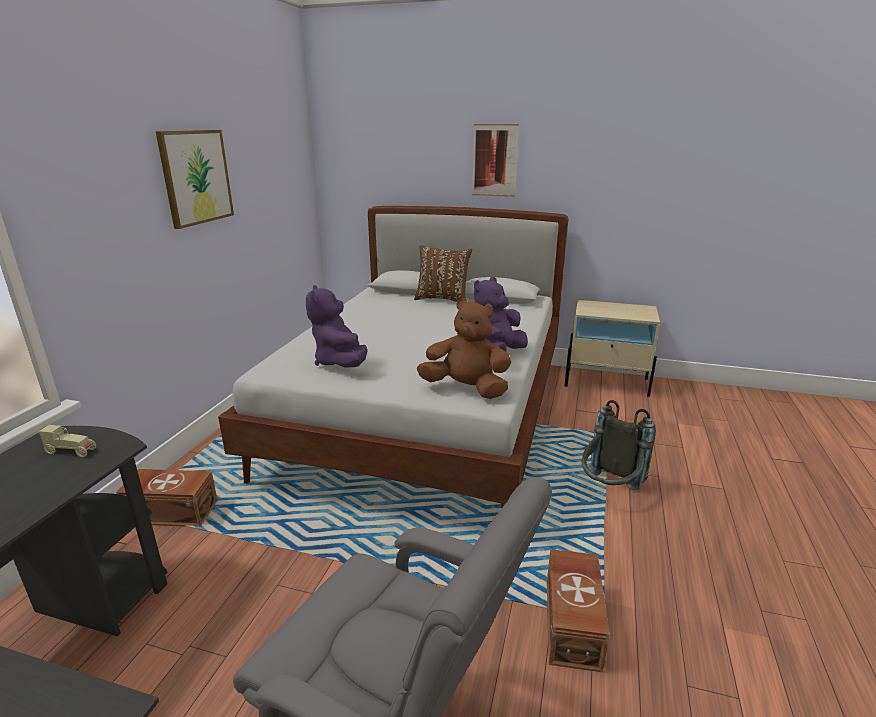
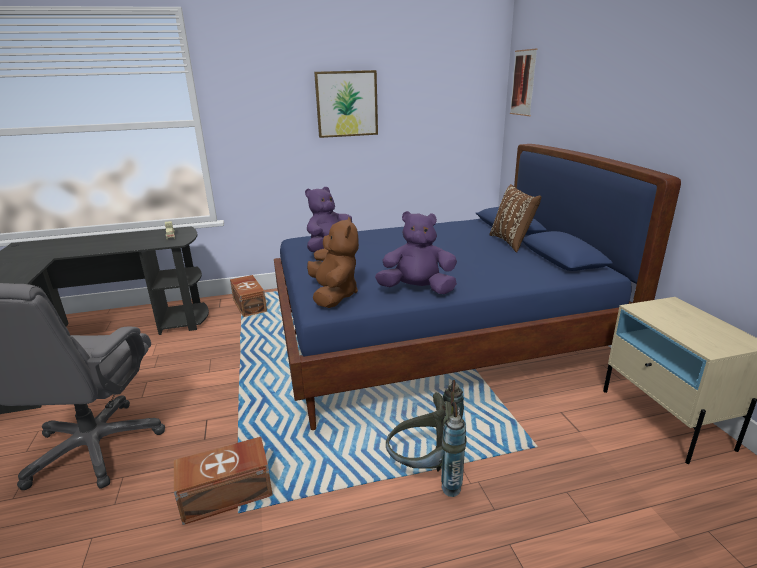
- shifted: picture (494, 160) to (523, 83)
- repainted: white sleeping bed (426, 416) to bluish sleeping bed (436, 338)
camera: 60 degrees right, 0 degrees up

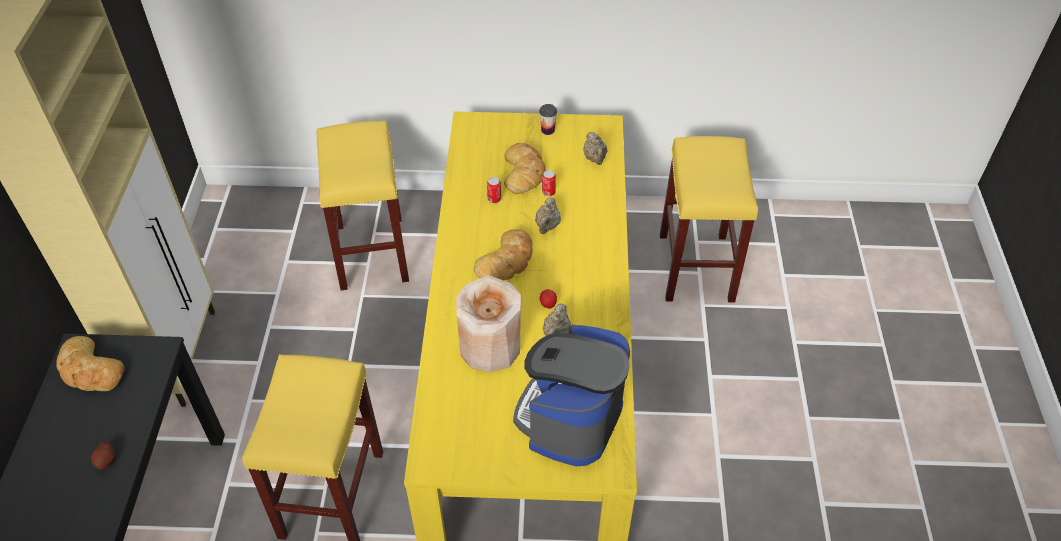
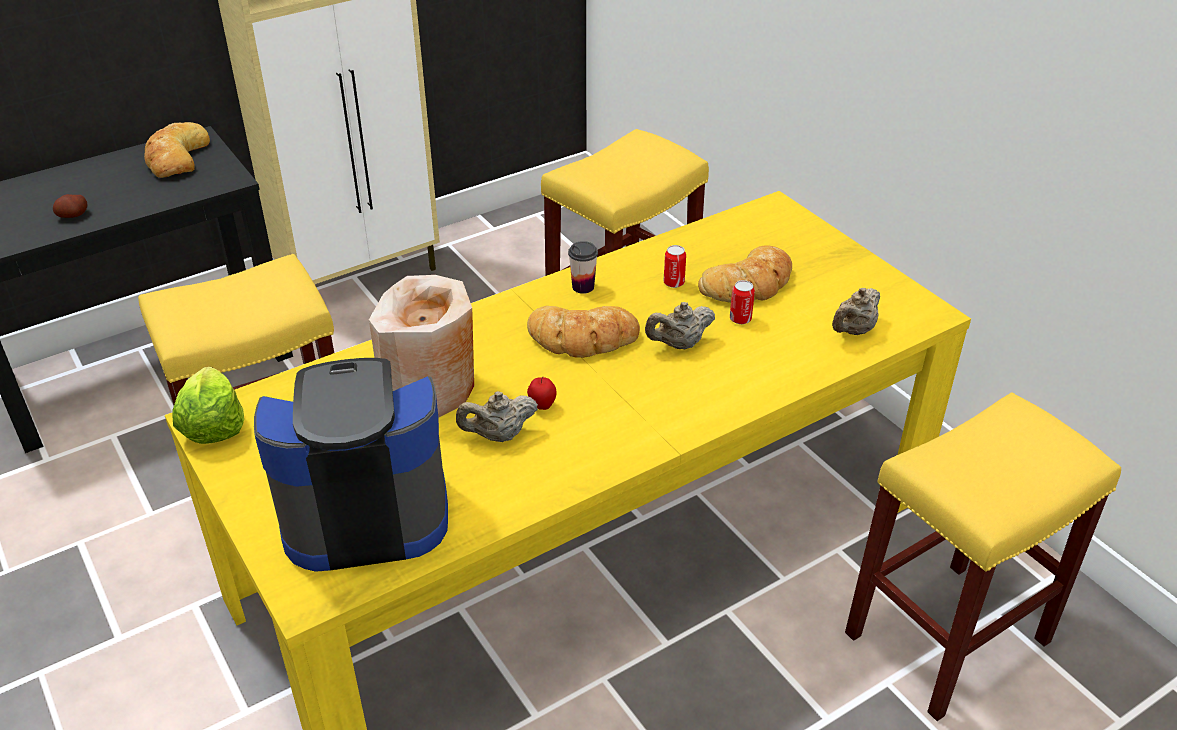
- shifted: small cup (547, 130) to (583, 287)
- new: lettuce (212, 425)
camera: 55 degrees right, 10 degrees down

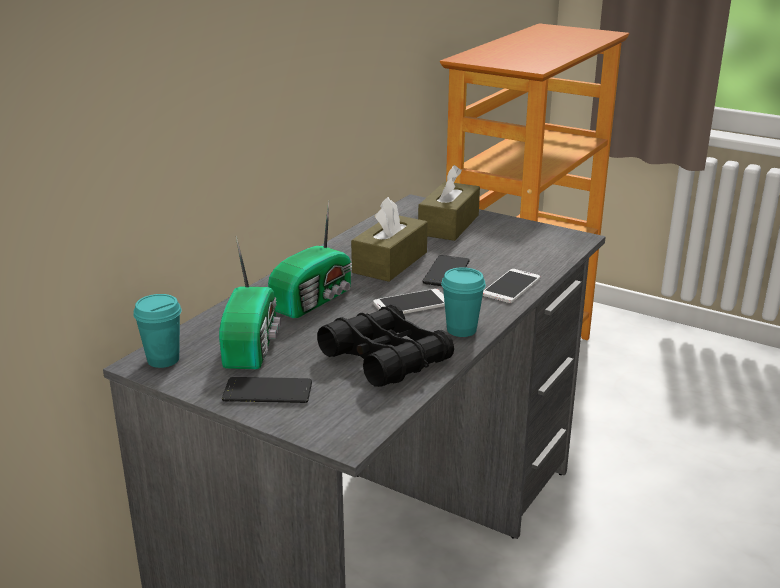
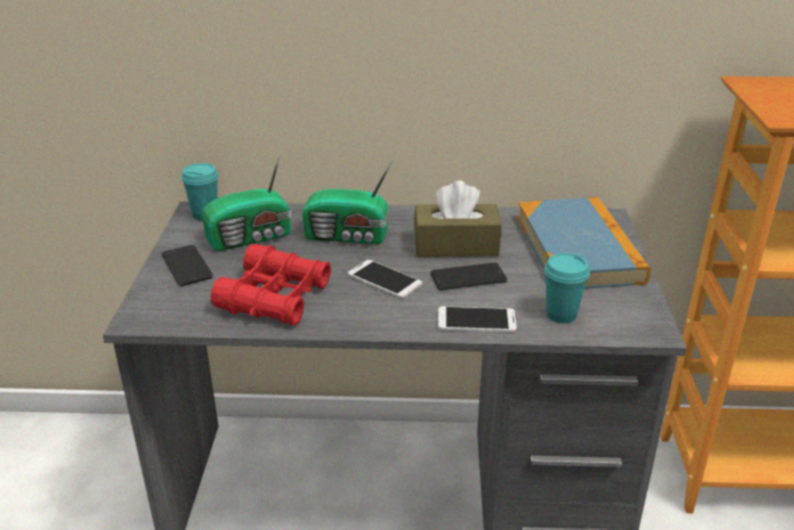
- swapped: brownish box of tissues (449, 225) to book (578, 248)
- shifted: blue-green small cup (461, 330) to (561, 315)
- repainted: blackish pair of binoculars (386, 358) to red-coloured pair of binoculars (275, 297)
camera: 60 degrees right, 5 degrees up

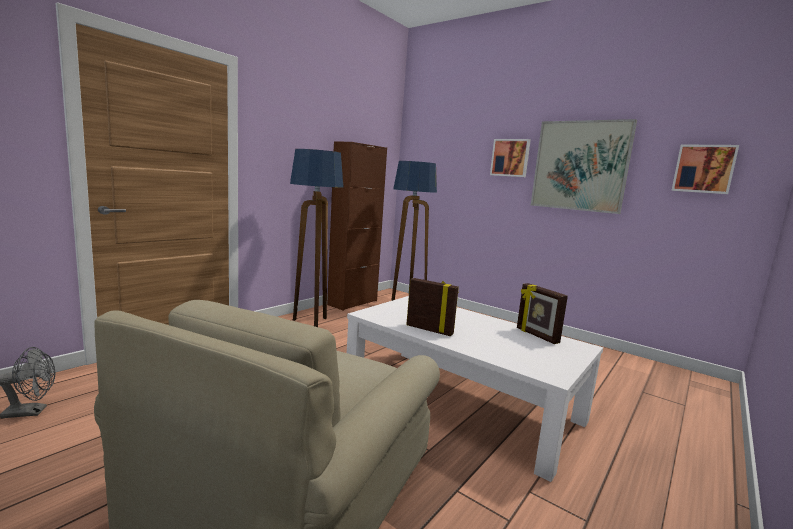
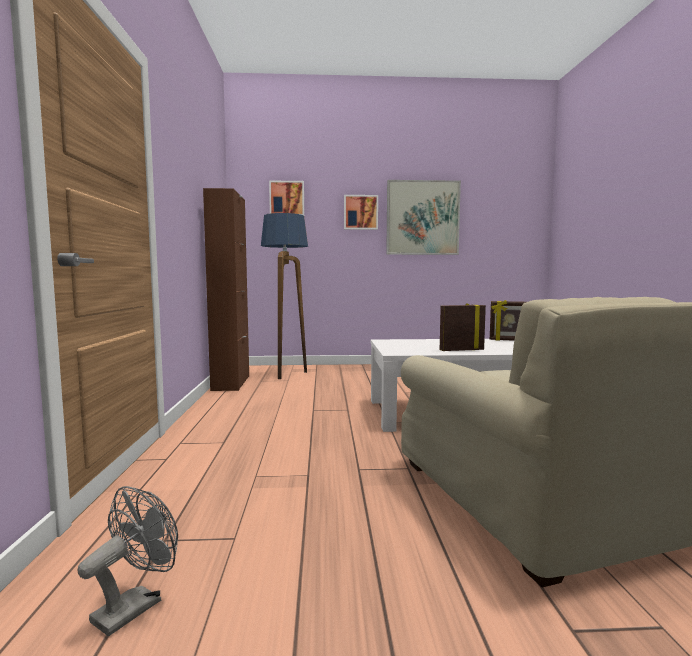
- shifted: picture (704, 169) to (287, 198)
- gone: floor lamp (312, 325)
camera: 40 degrees left, 5 degrees down

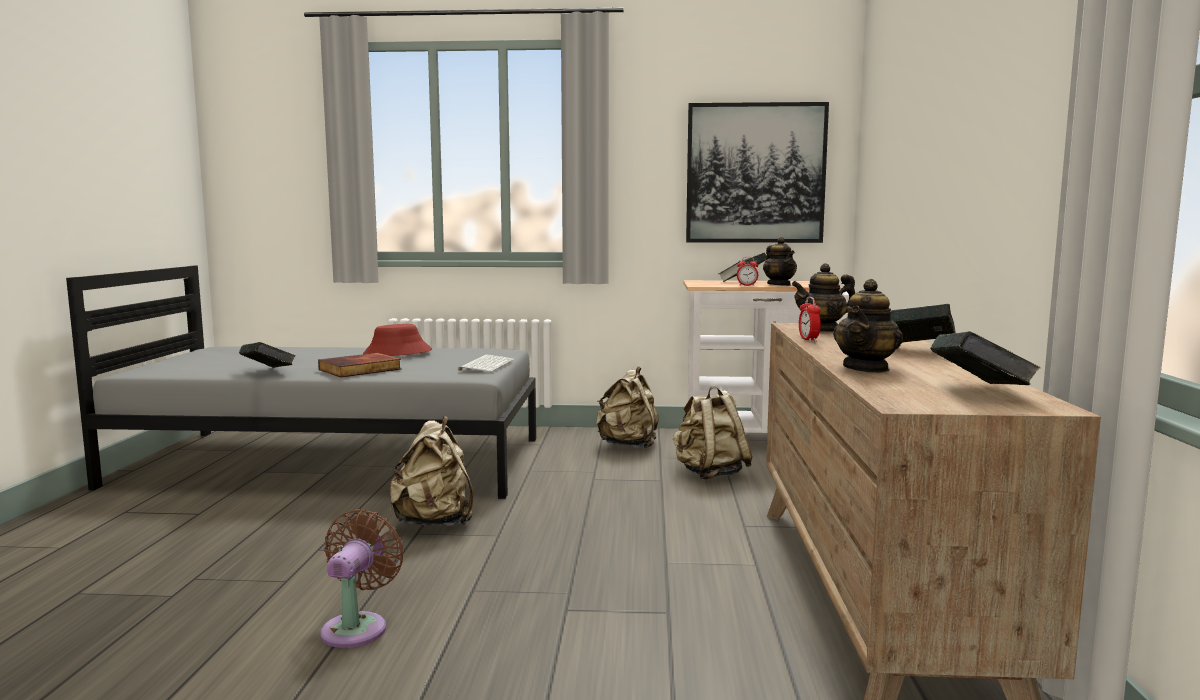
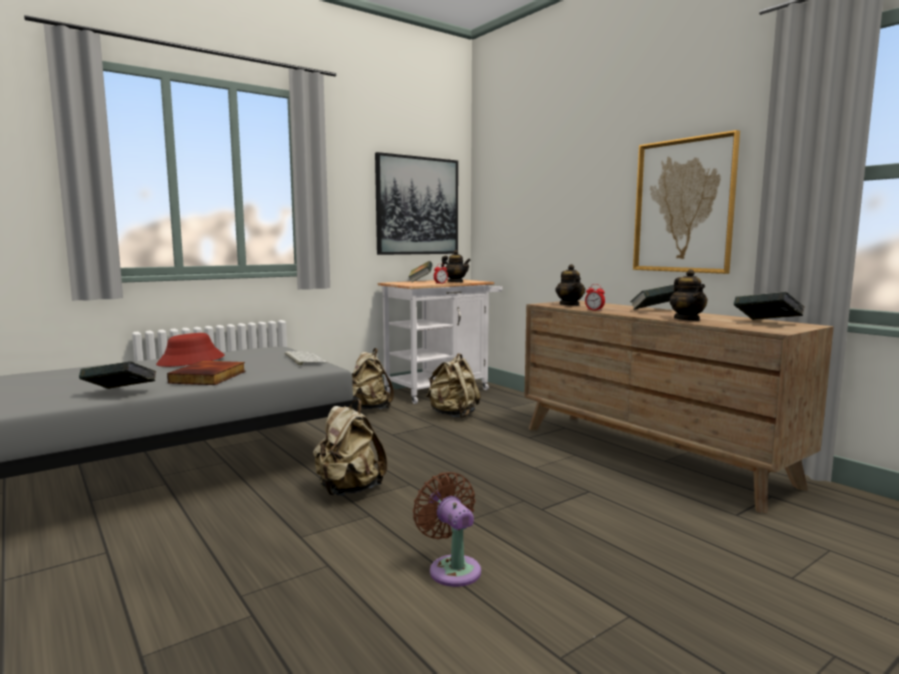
- rotated: teapot (823, 329) = (570, 305) 45 degrees counterclockwise
- new: picture (683, 206)
camera: 40 degrees left, 0 degrees up

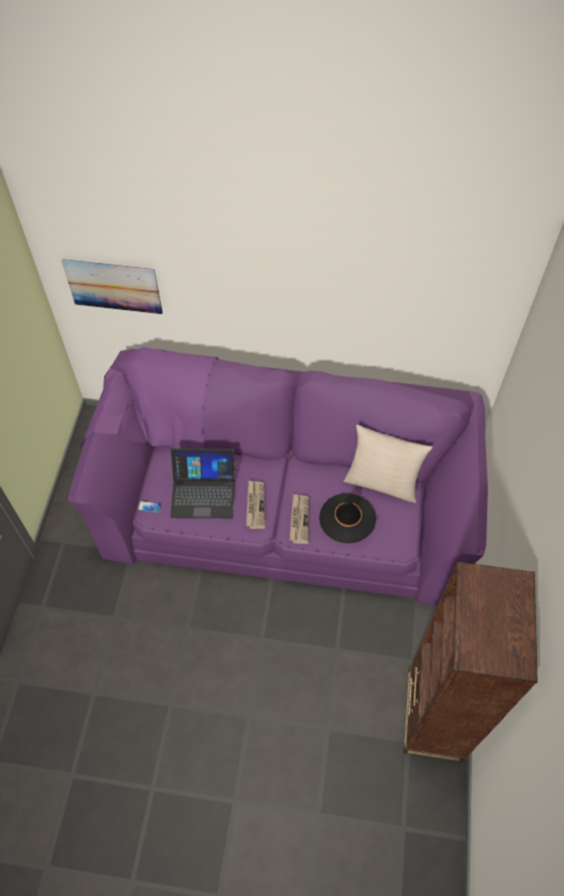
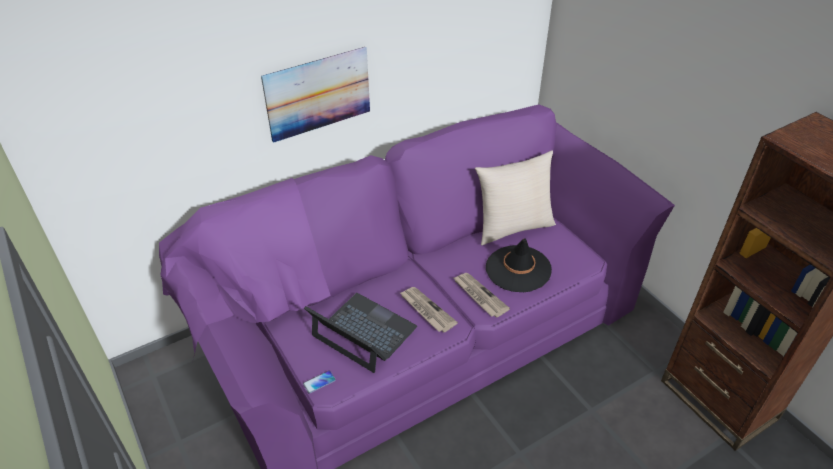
- shifted: picture (113, 286) to (318, 94)
- rotated: notebook computer (203, 492) = (363, 332) 105 degrees counterclockwise
camera: 40 degrees left, 15 degrees down

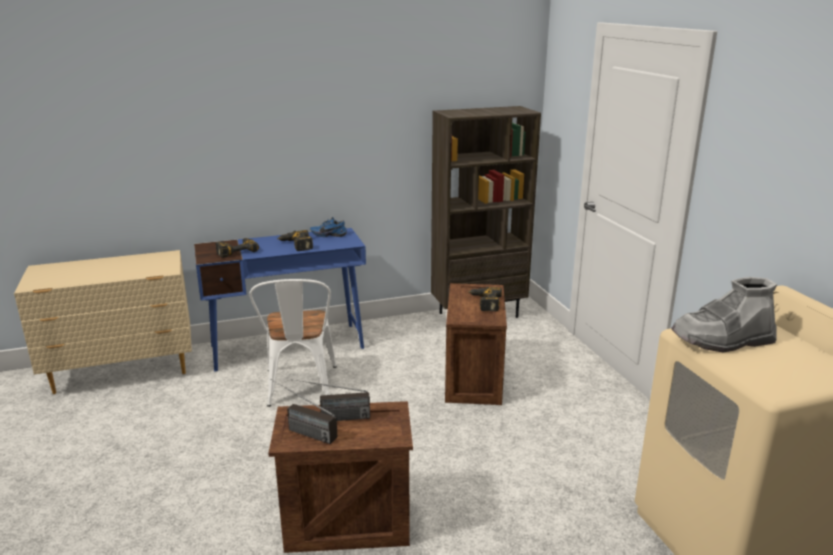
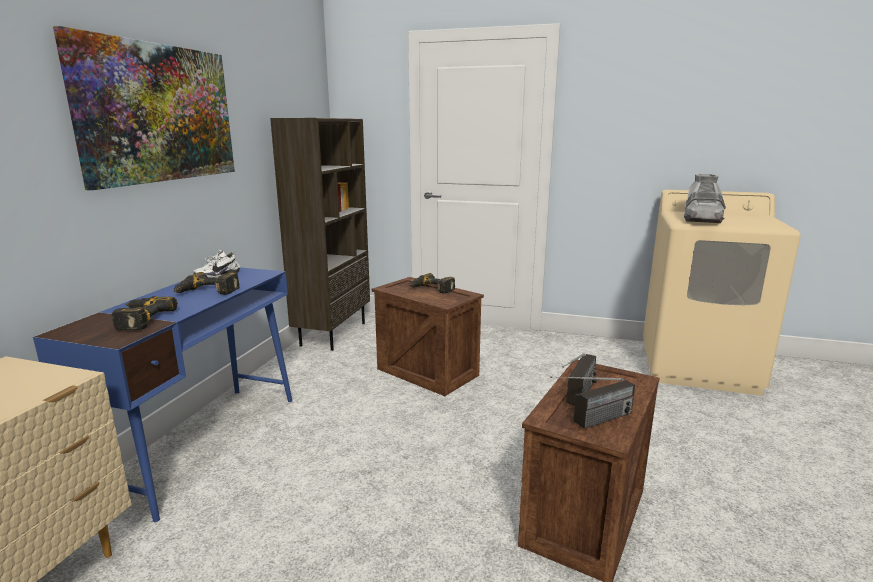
- repainted: bluish shoe (329, 235) to white shoe (217, 275)
- gone: white plain chair (300, 389)
- new: picture (159, 113)
camera: 55 degrees left, 5 degrees down

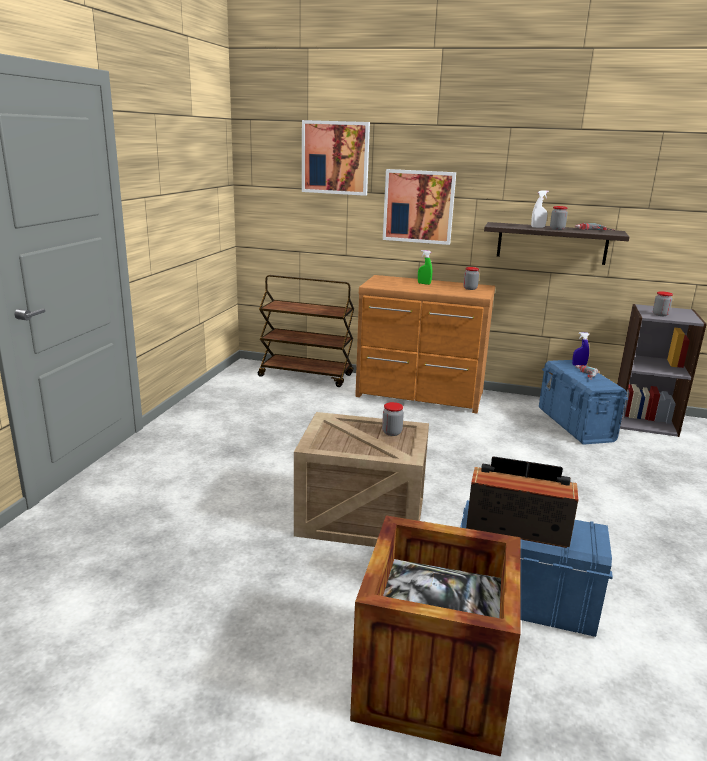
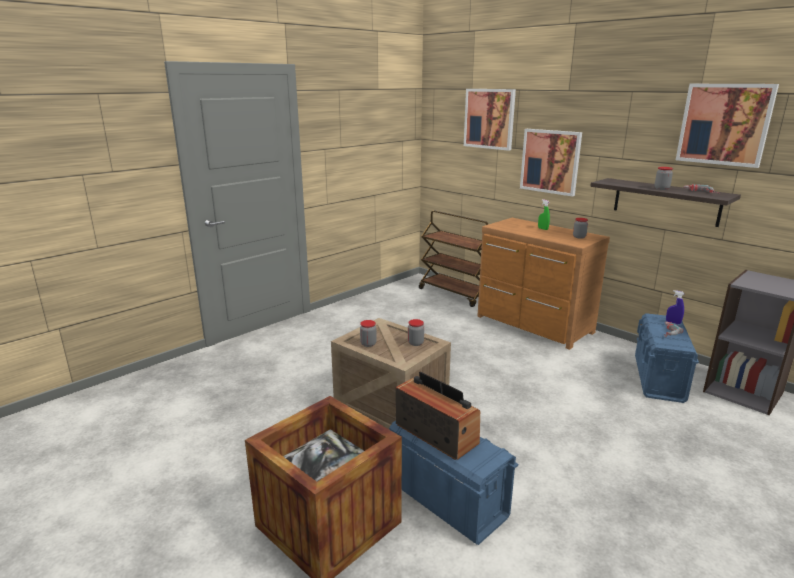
- gone: white hand sprayer (538, 227)
- shifted: preserve jar (660, 314) to (368, 344)
- new: picture (724, 124)
camera: 30 degrees right, 0 degrees up

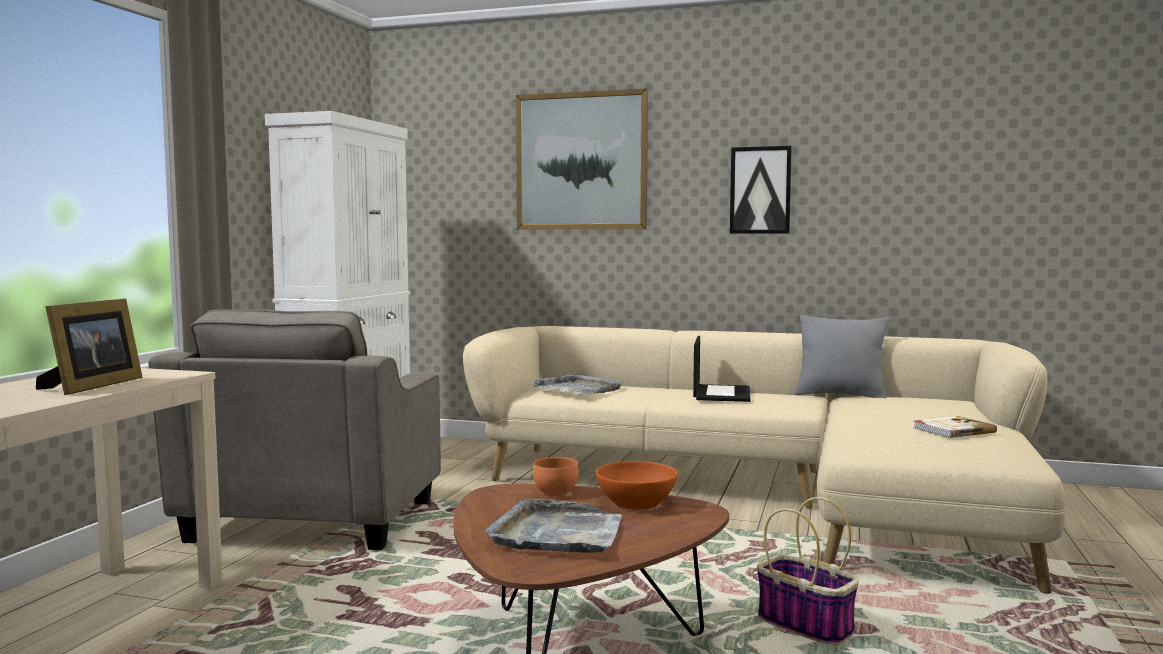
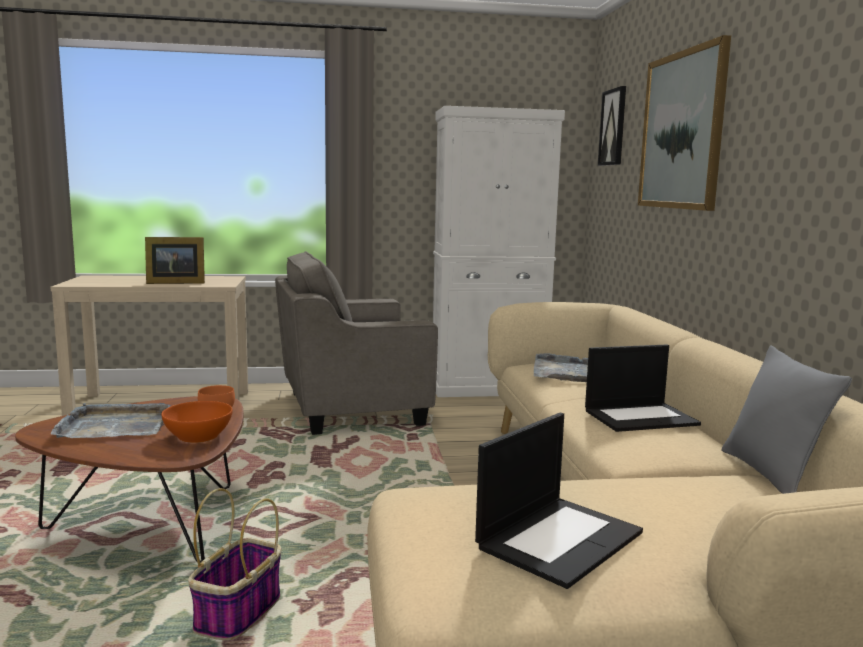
- shifted: picture (760, 190) to (613, 127)
- swapped: book (953, 430) to notebook computer (559, 538)
camera: 65 degrees right, 5 degrees up

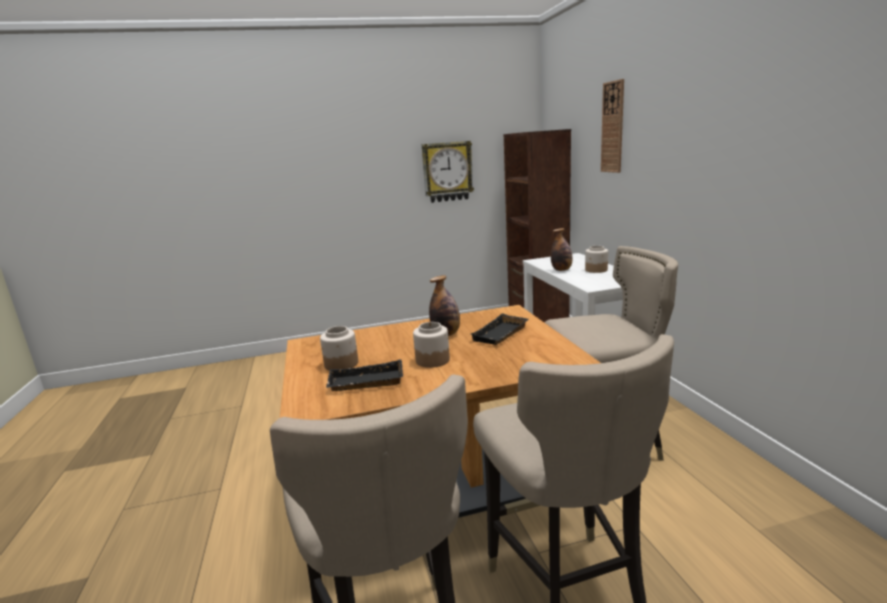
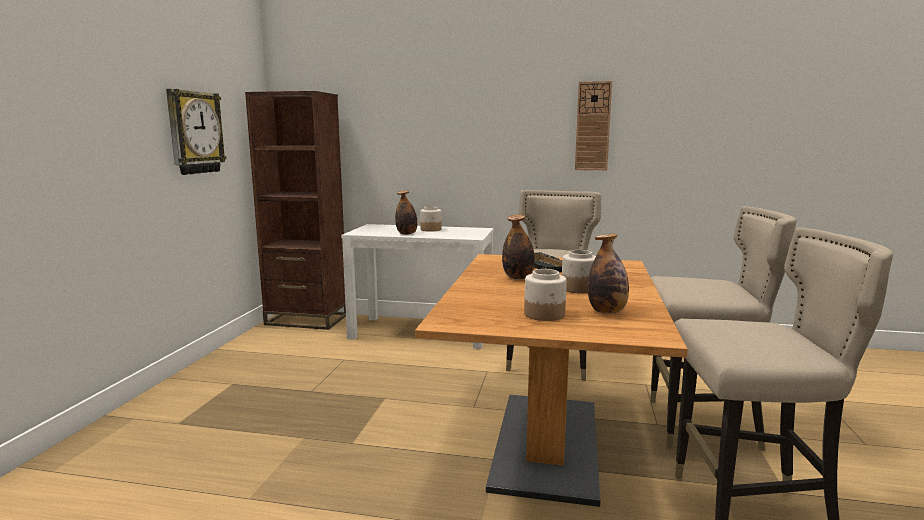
- shifted: wall clock (613, 127) to (593, 126)
- swapped: blackish serving tray (365, 383) to bottle (607, 312)
camera: 65 degrees left, 5 degrees down

